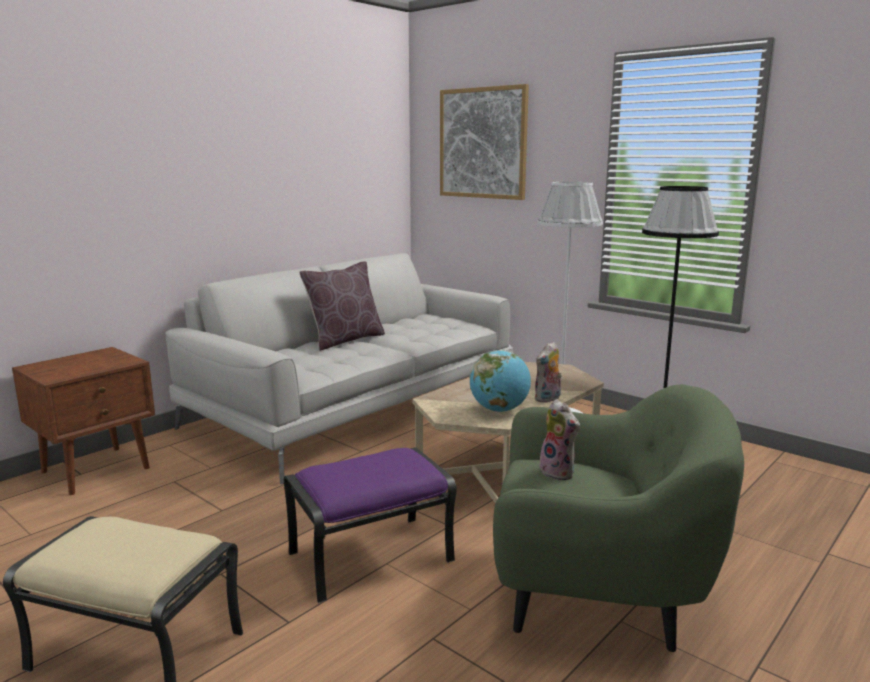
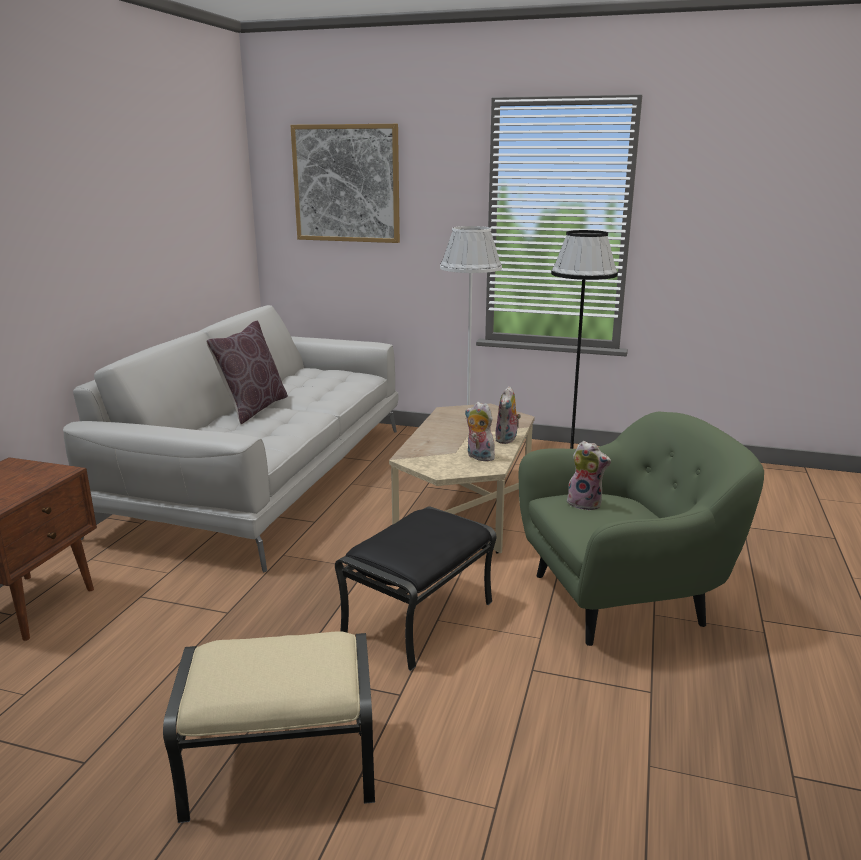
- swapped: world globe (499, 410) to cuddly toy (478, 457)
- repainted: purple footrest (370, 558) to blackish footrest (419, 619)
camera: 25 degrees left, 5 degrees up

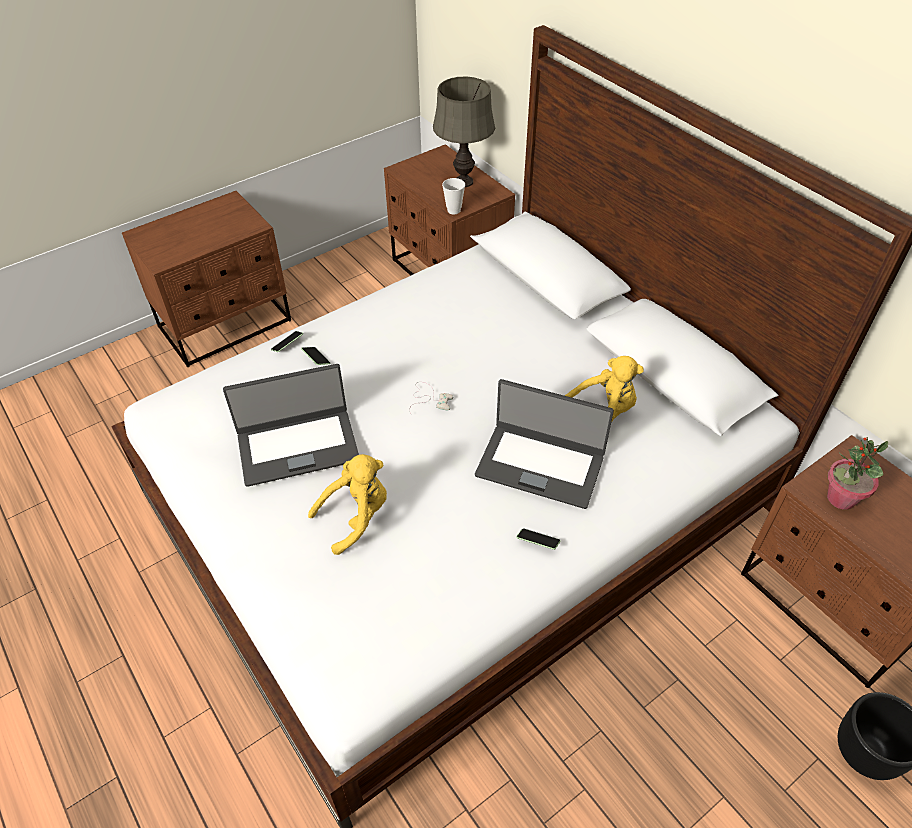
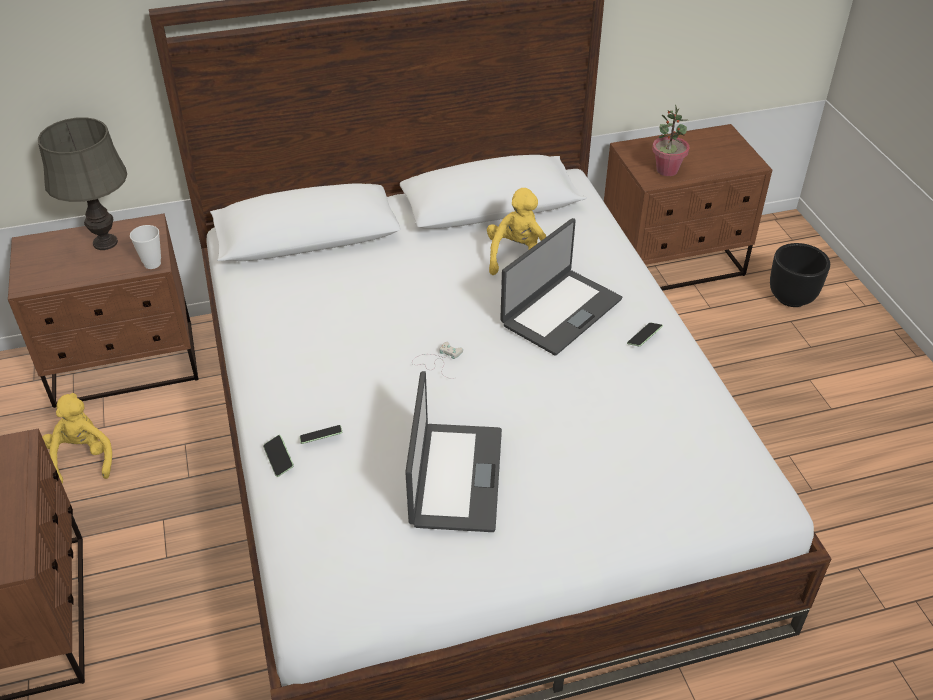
- shifted: yellow-coloured cuddly toy (356, 517) to (83, 458)
camera: 70 degrees left, 5 degrees down

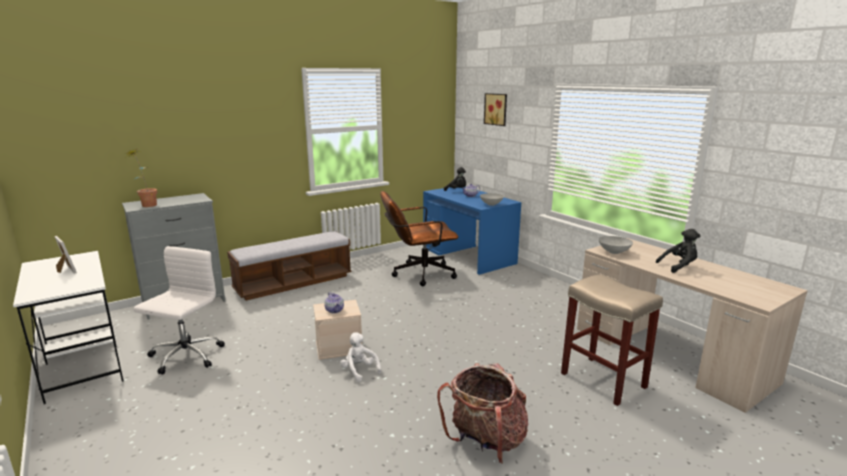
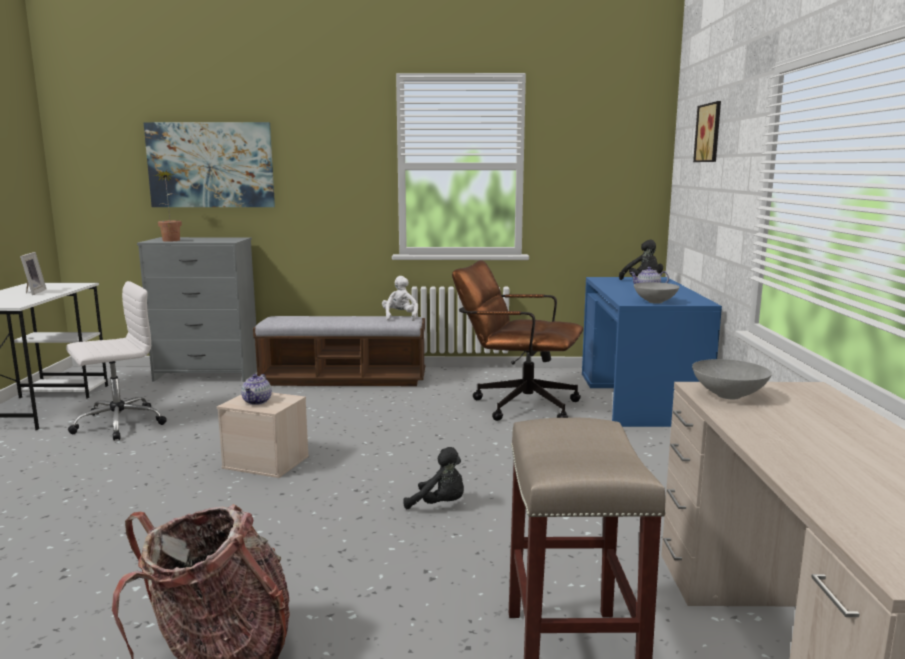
- shifted: blackish cuddly toy (679, 266) to (440, 505)
- shifted: white cuddly toy (359, 371) to (400, 317)
- new: picture (211, 165)
camera: 35 degrees right, 5 degrees down

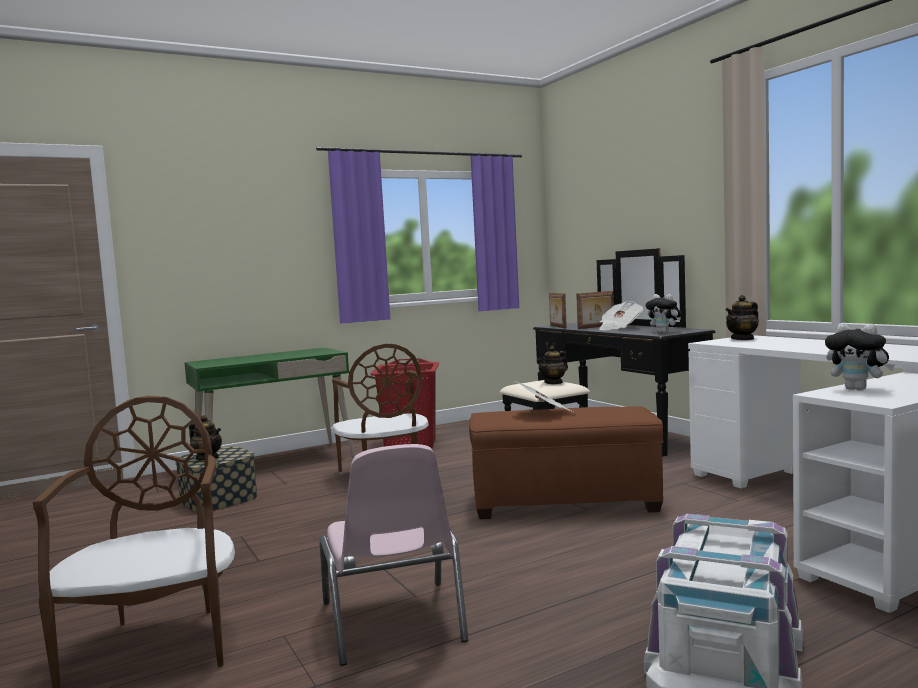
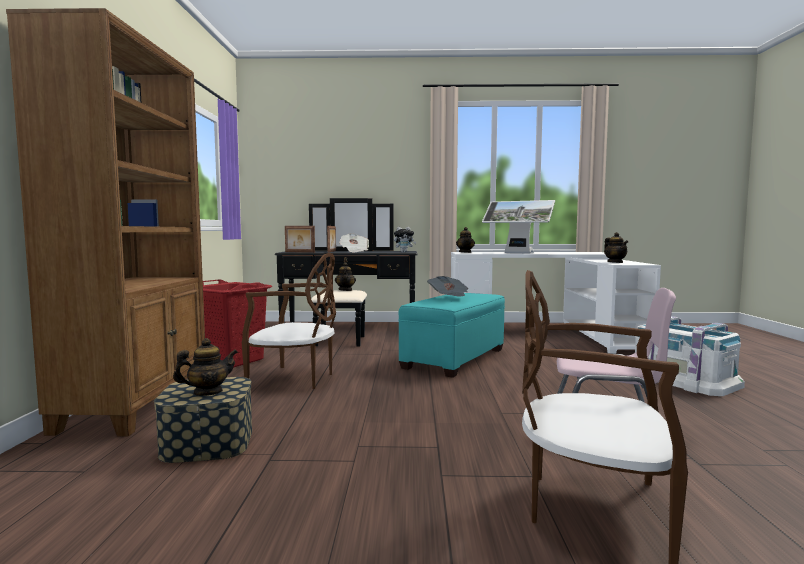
- swapped: cuddly toy (858, 389) to teapot (615, 262)
- swapped: greenish desk (275, 462) to brownish bookcase (137, 404)
- repainted: brownish footrest (564, 502) to blue-green footrest (455, 359)
- new: computer display (517, 253)
camera: 60 degrees left, 0 degrees up

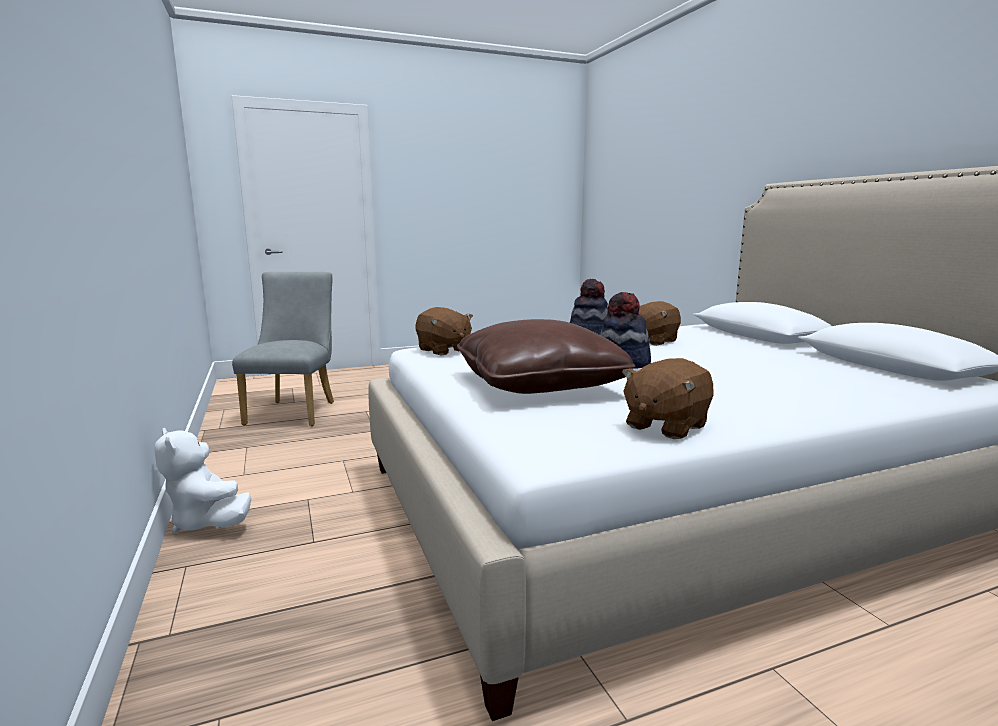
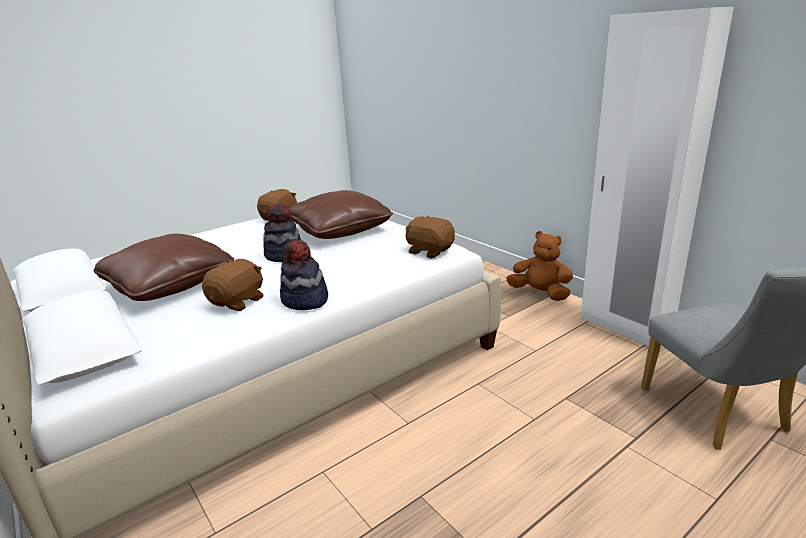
- repainted: white cuddly toy (208, 522) to brownish cuddly toy (540, 293)
- new: white wardrobe (624, 327)
- new: brownish throw pillow (169, 284)
camera: 165 degrees right, 10 degrees up

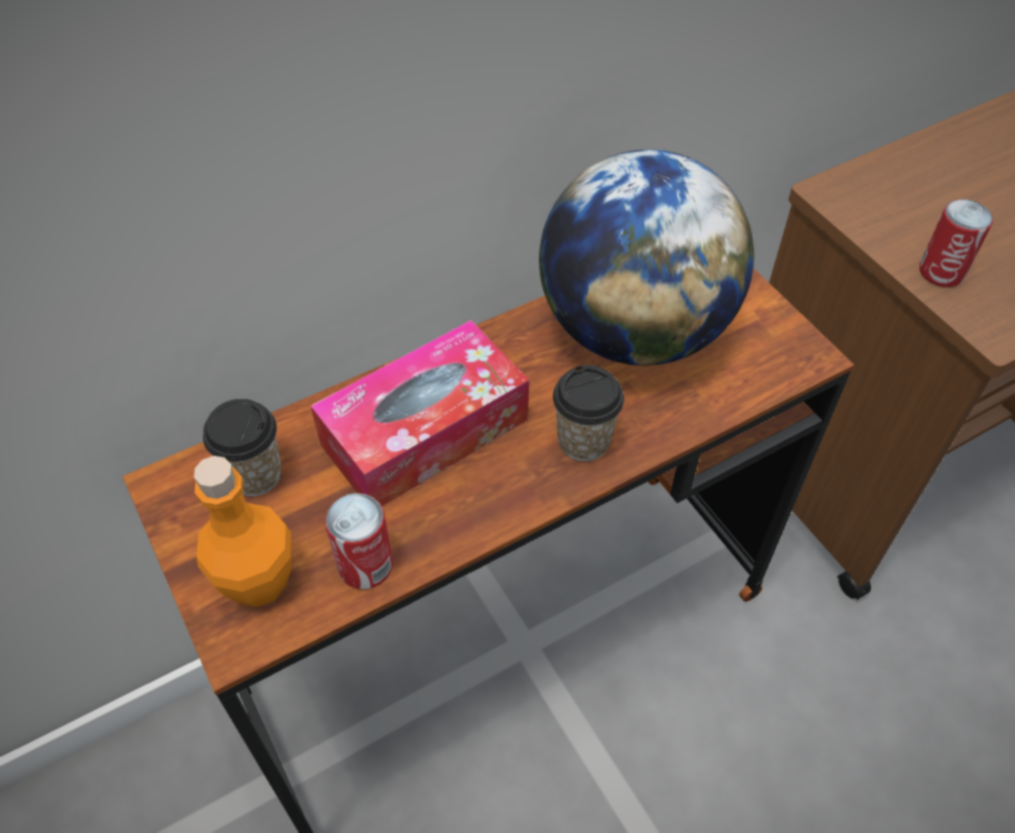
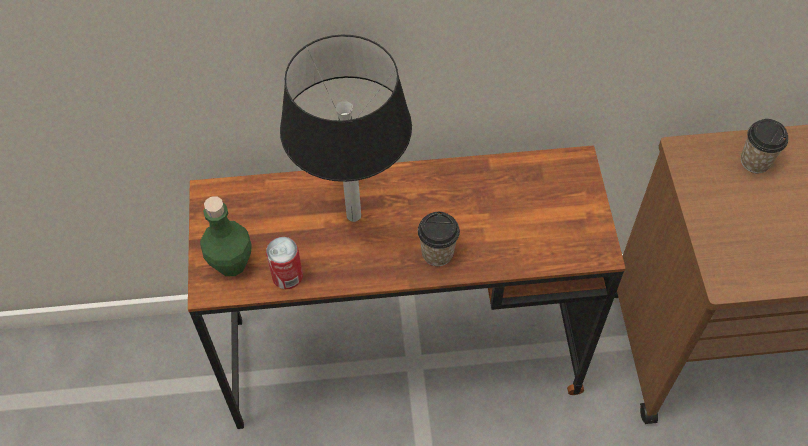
- gone: world globe (634, 331)
- gone: metal can (941, 272)
- swapped: box of tissues (425, 432) to blackish table lamp (354, 215)
- shifted: small cup (255, 475) to (755, 161)
- repainted: orange bottle (258, 582) to greenish bottle (231, 263)
camera: 25 degrees right, 5 degrees up

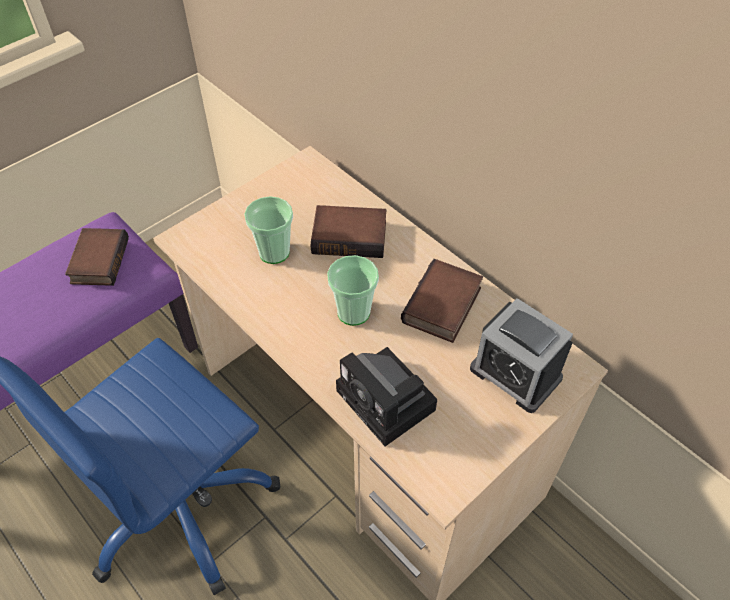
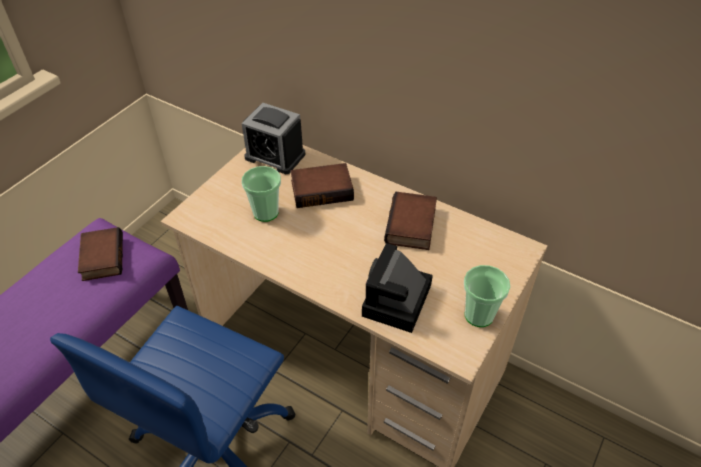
- shifted: small cup (353, 312) to (479, 315)
- shifted: alarm clock (515, 373) to (275, 156)
- rotated: photo camera (389, 403) = (396, 303) 75 degrees clockwise
camera: 15 degrees left, 5 degrees down

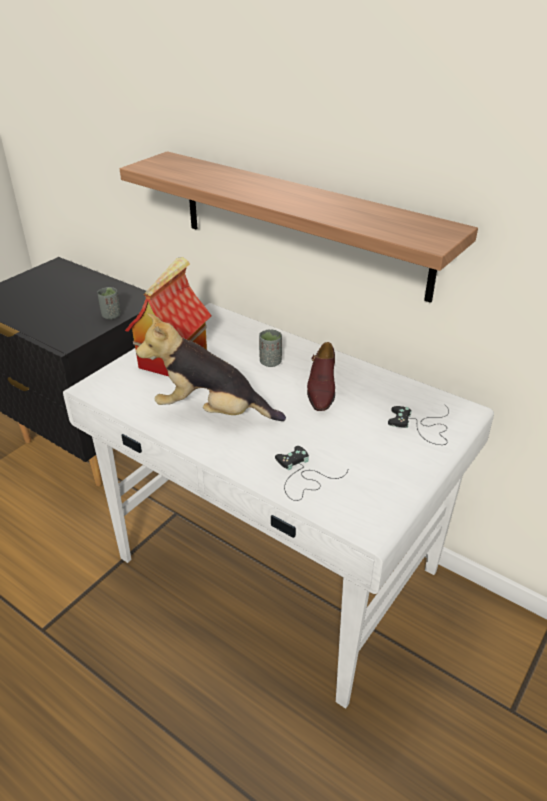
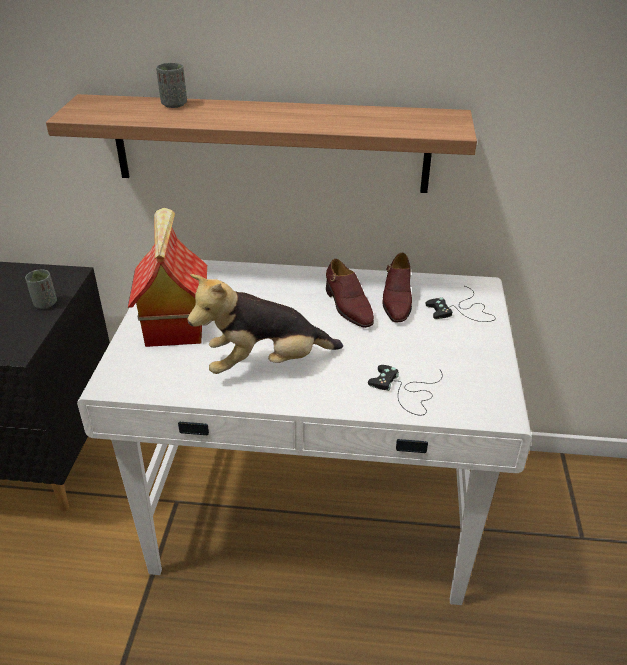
- shifted: grey small cup (270, 362) to (174, 104)
- new: brownish shoe (396, 300)
camera: 30 degrees left, 0 degrees up

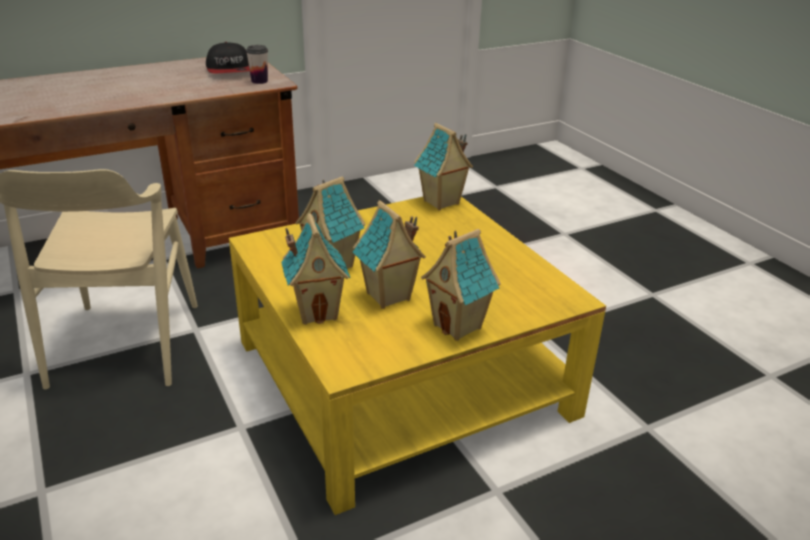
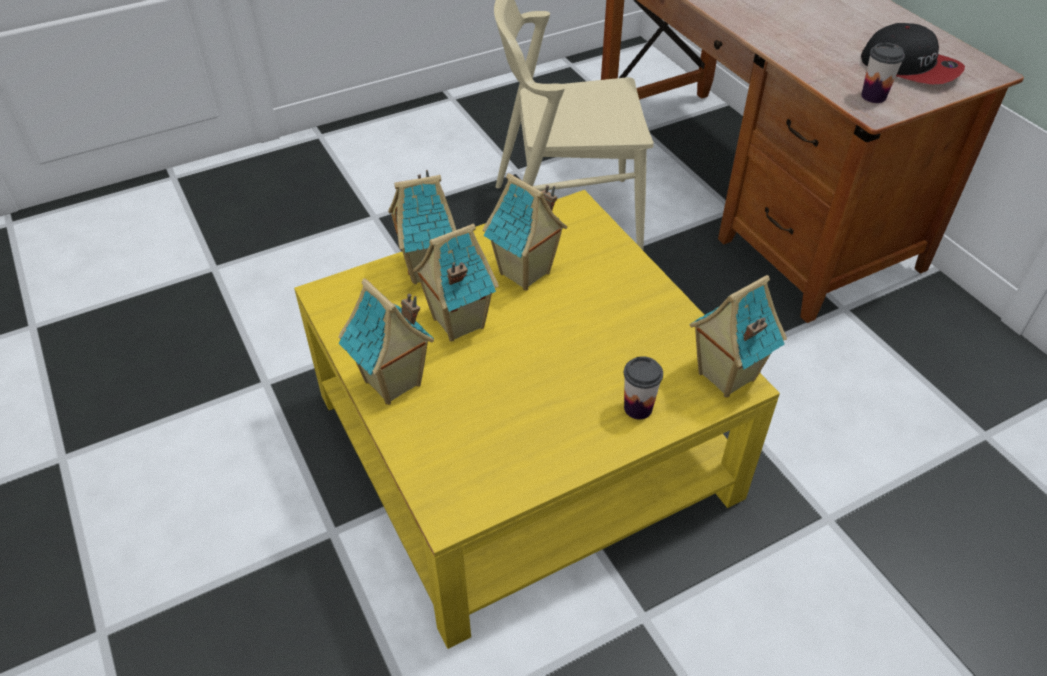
- rotated: cap (230, 70) = (910, 67) 120 degrees counterclockwise
- new: small cup (638, 408)
camera: 90 degrees right, 15 degrees up

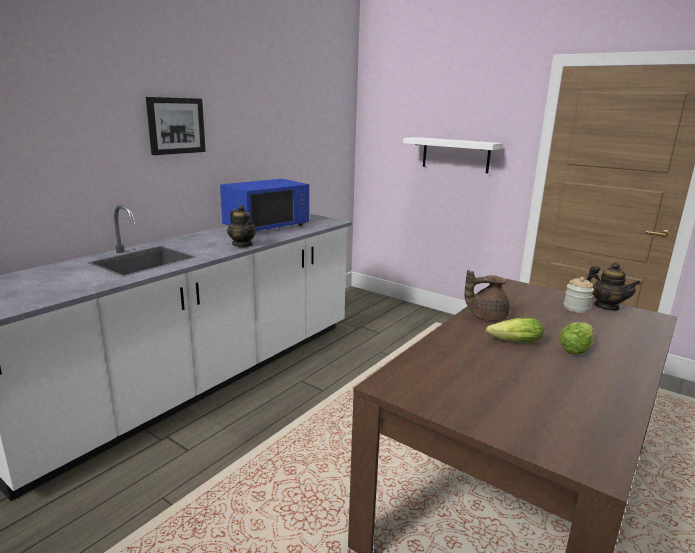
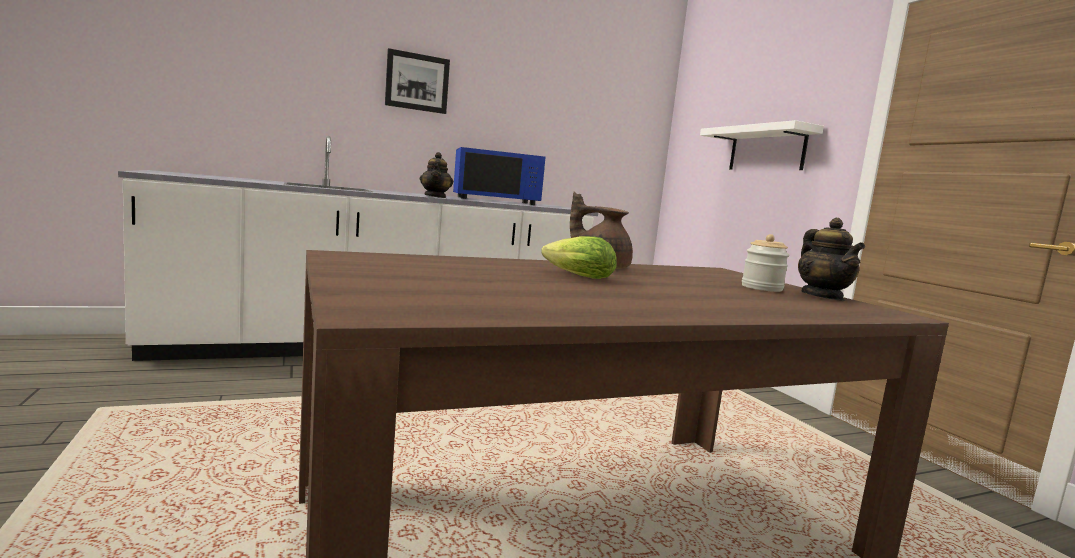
- gone: lettuce (577, 348)
camera: 30 degrees right, 10 degrees down

